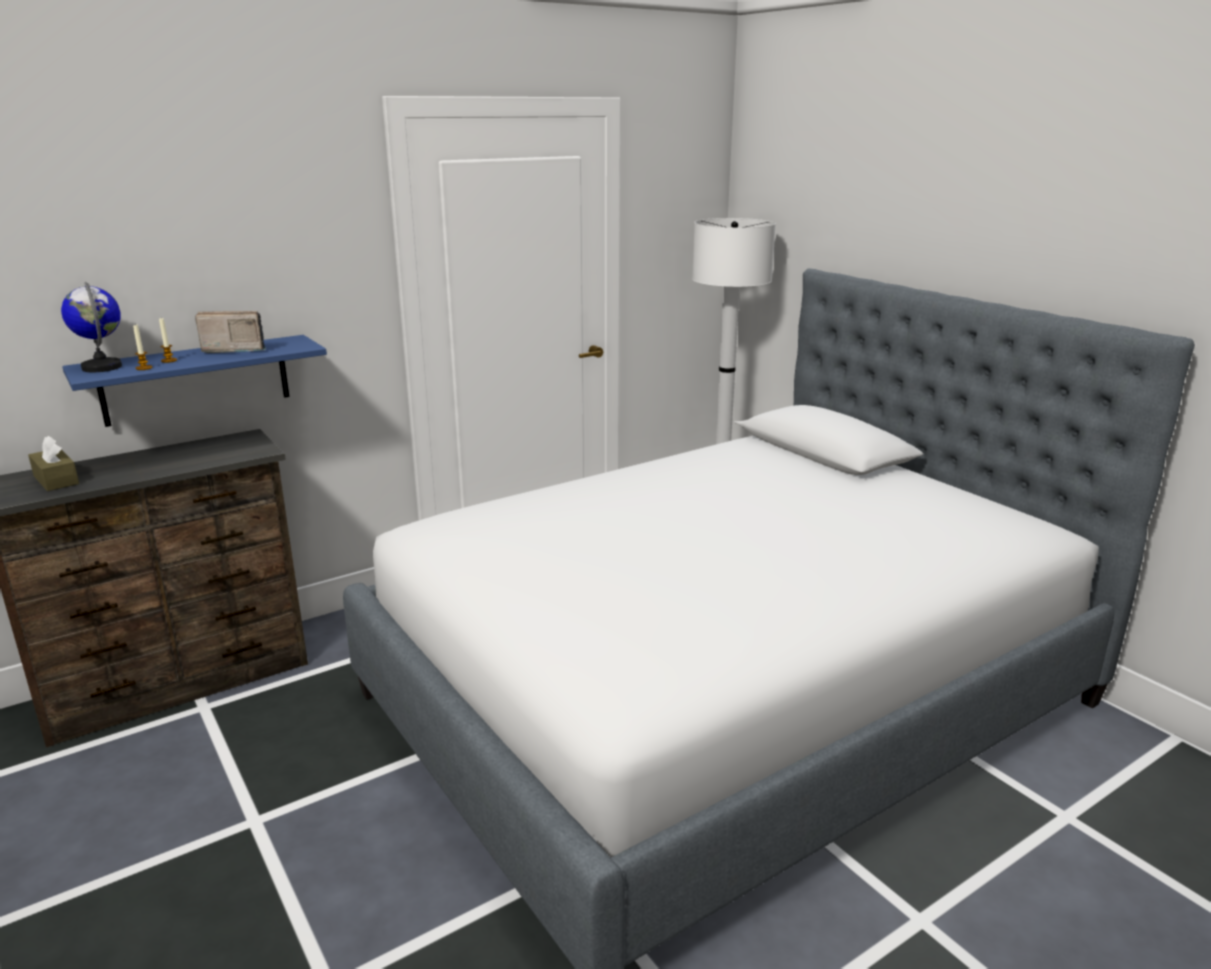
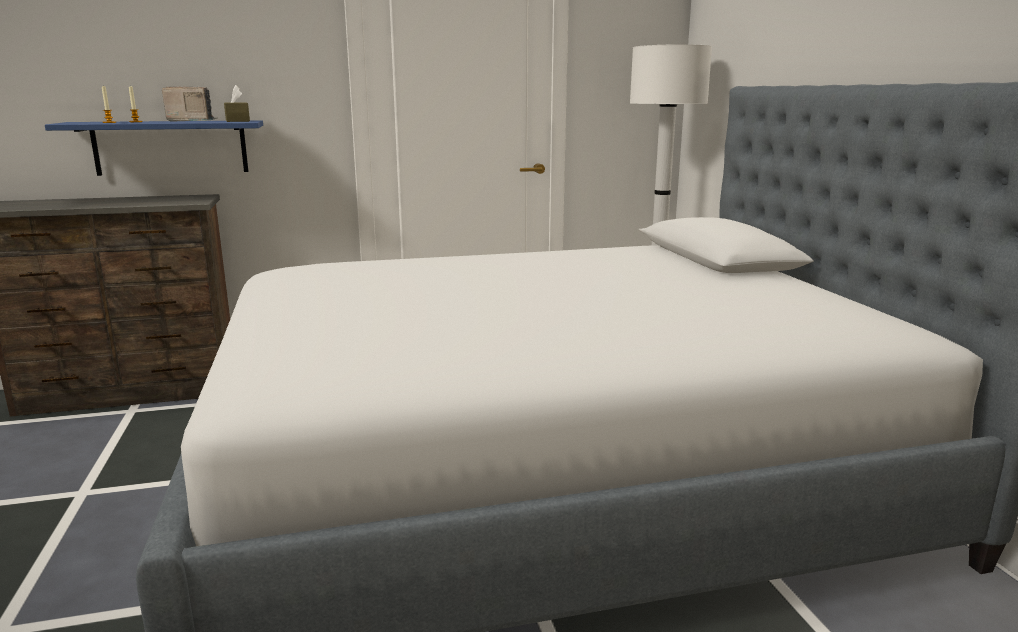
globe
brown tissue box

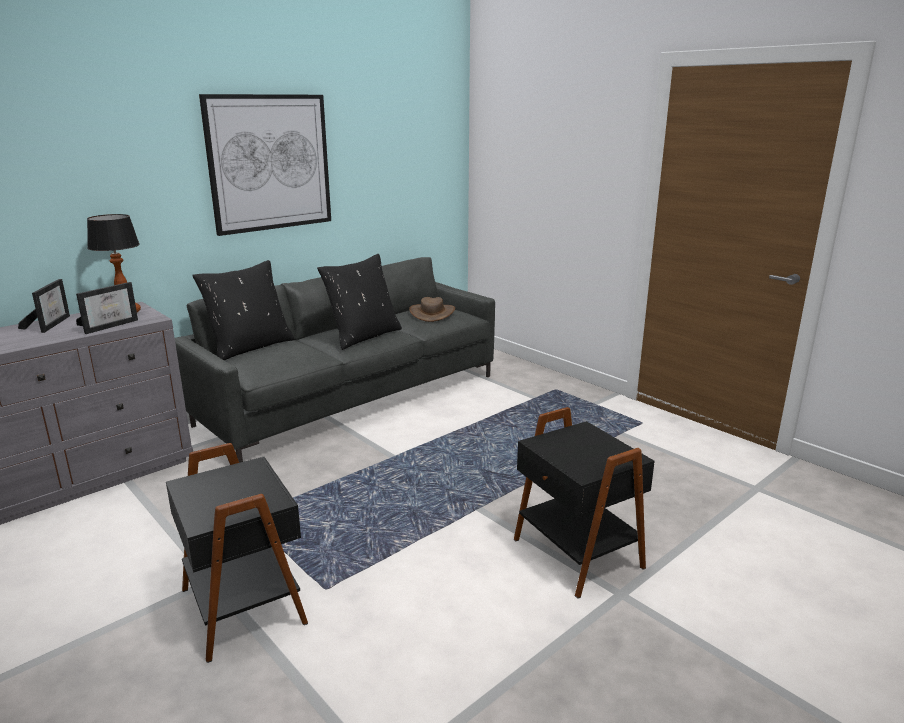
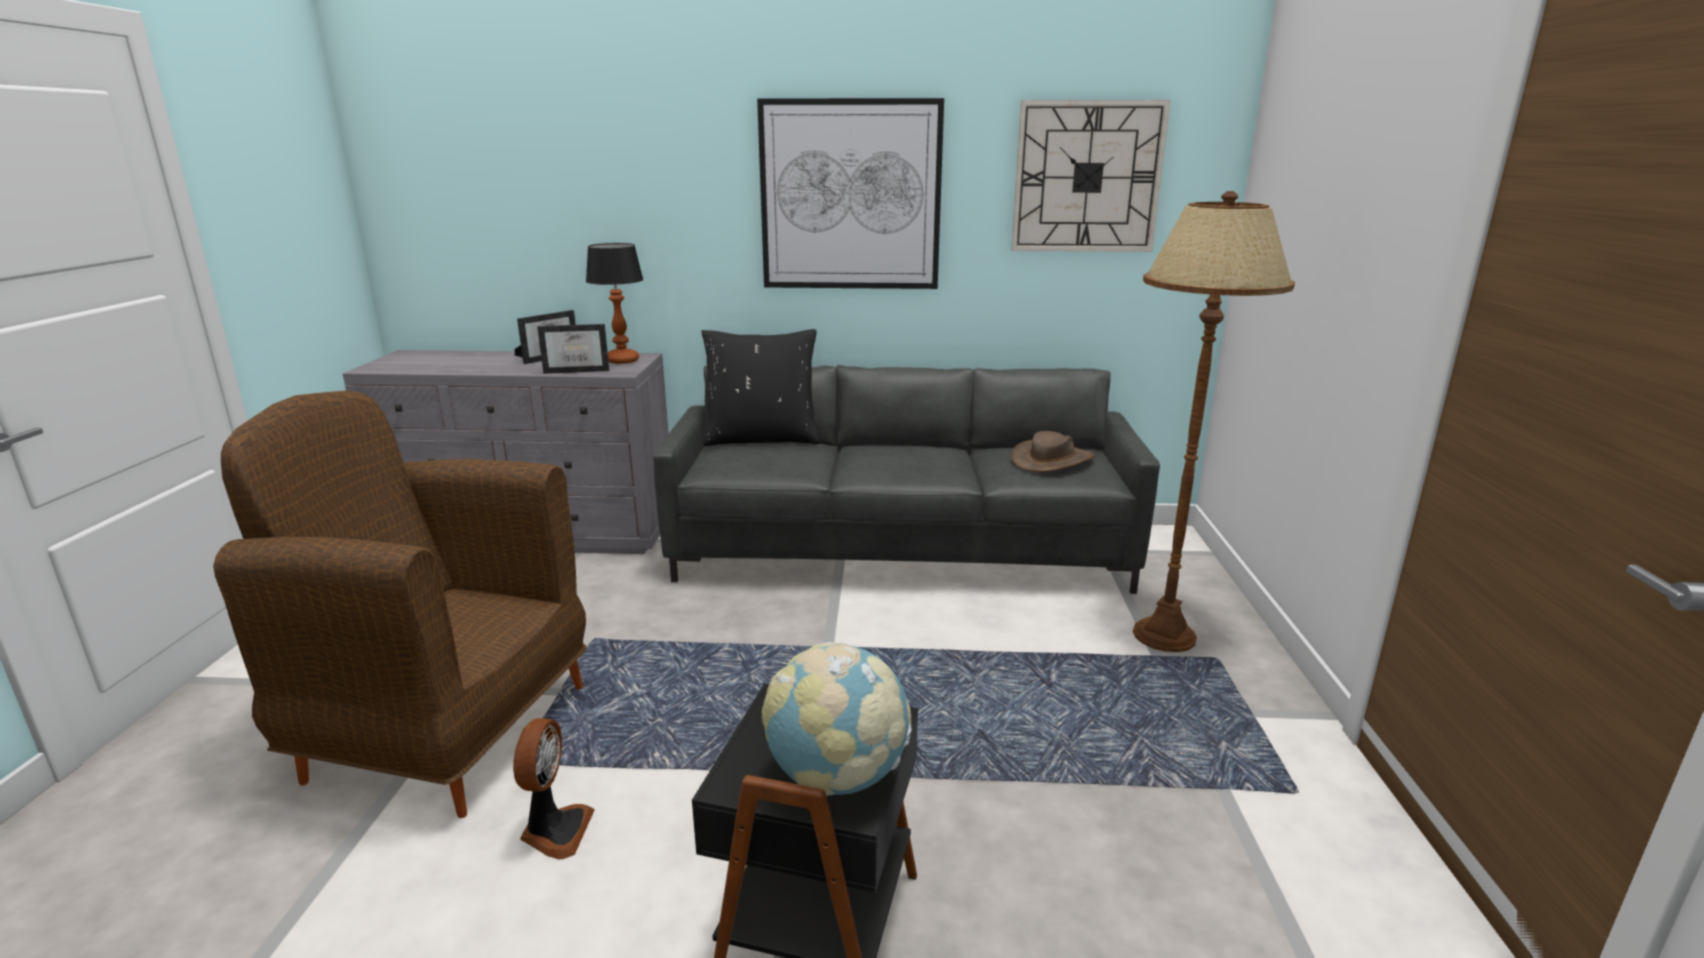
black pillow (no. 2 from left in the first image)
brown armchair
wall clock
brown floor lamp
globe
fan

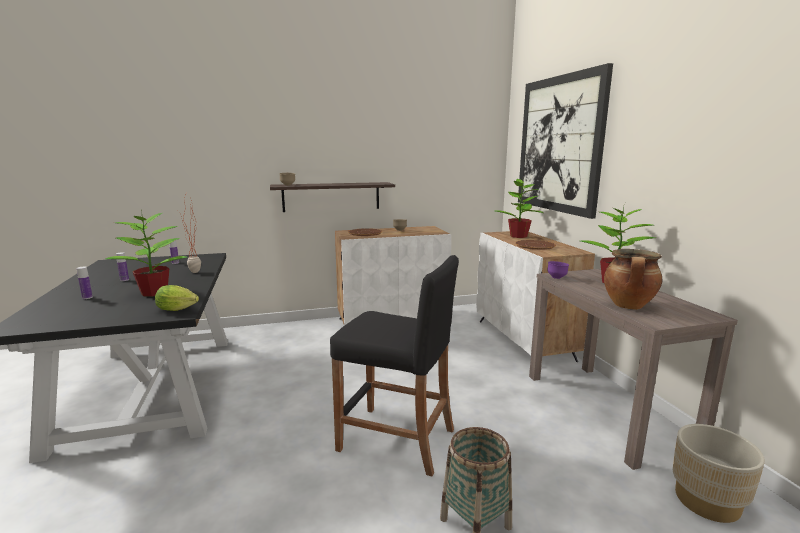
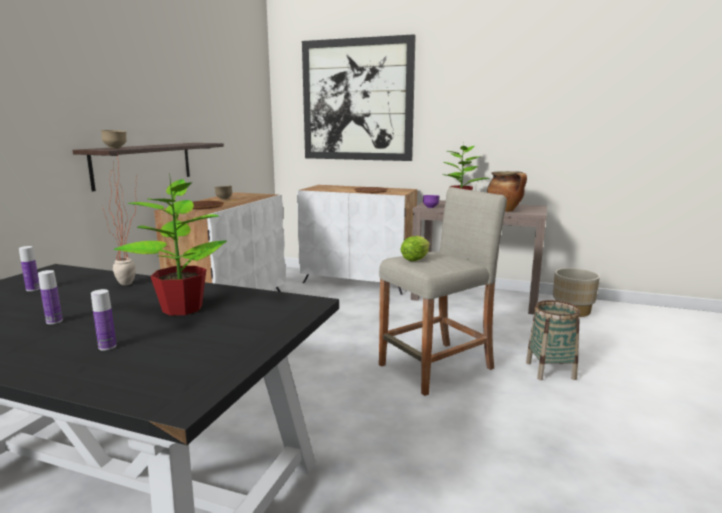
potted plant (no. 3 from left in the first image)
beige stool
lettuce

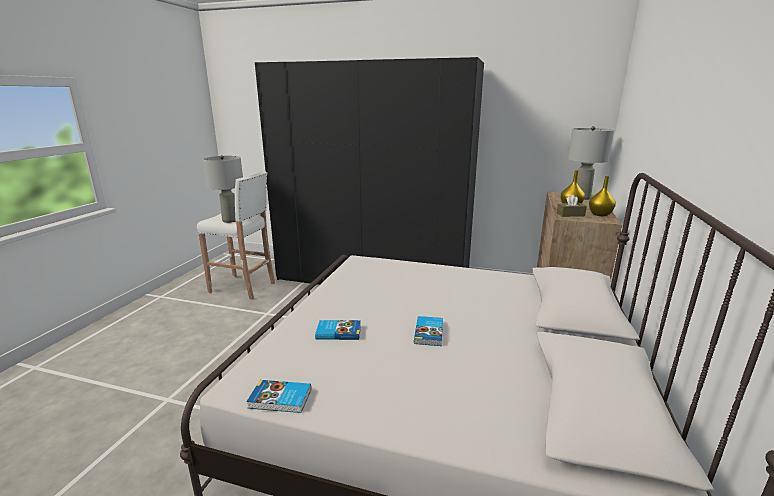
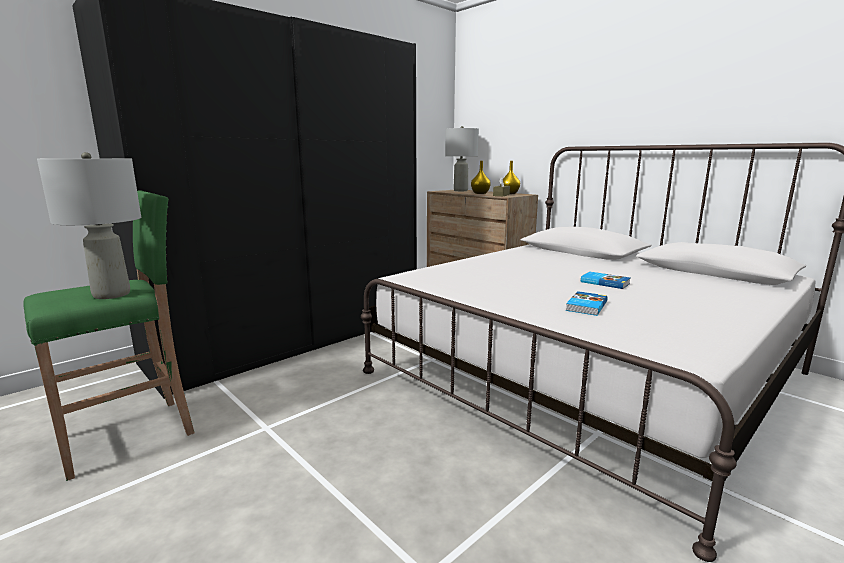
green stool
book (no. 1 from left in the first image)

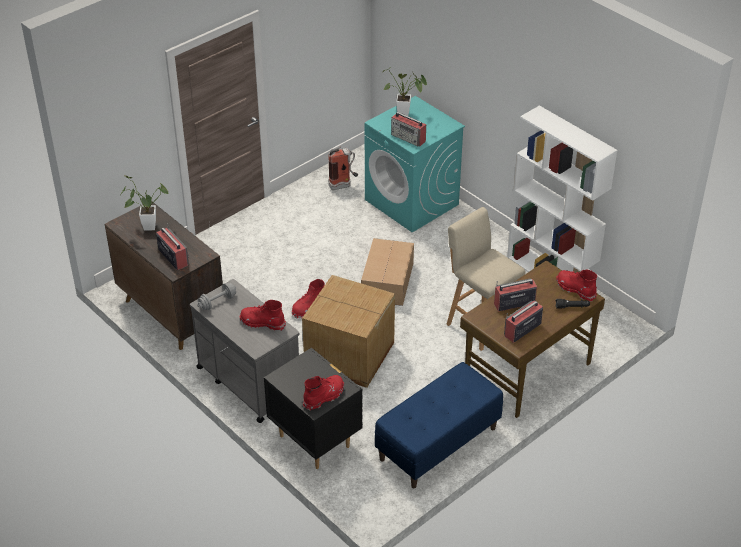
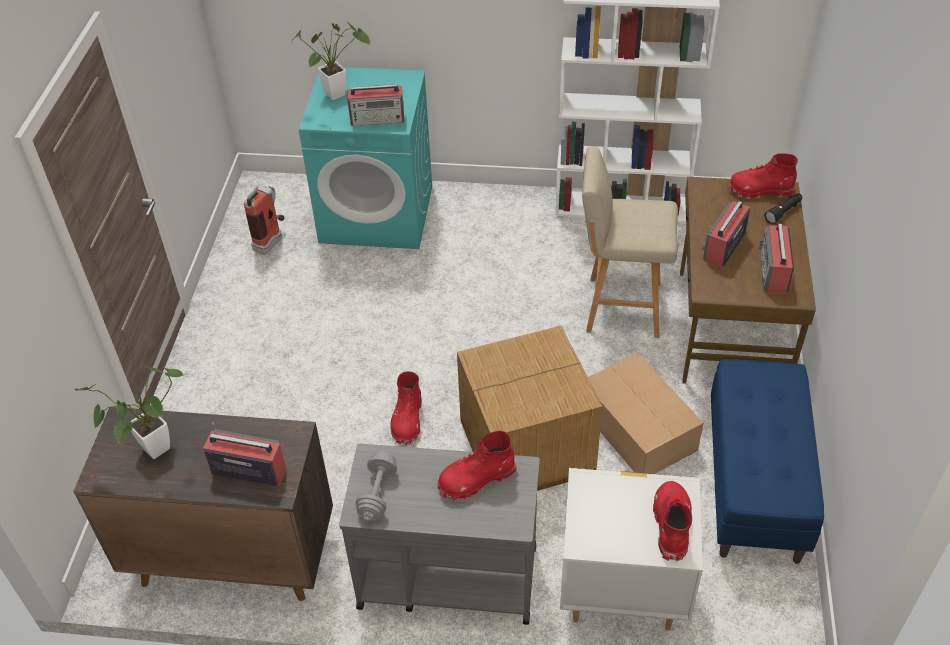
cardboard box (no. 2 from left)
white nightstand

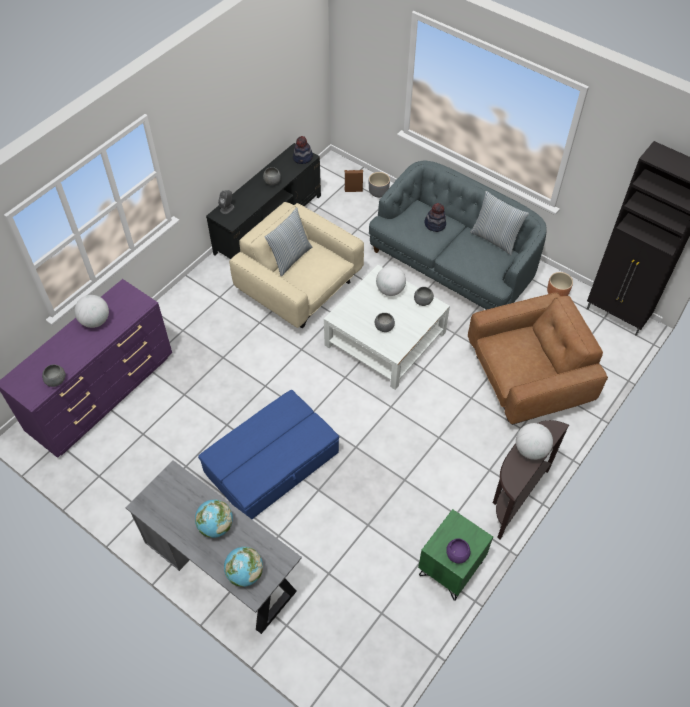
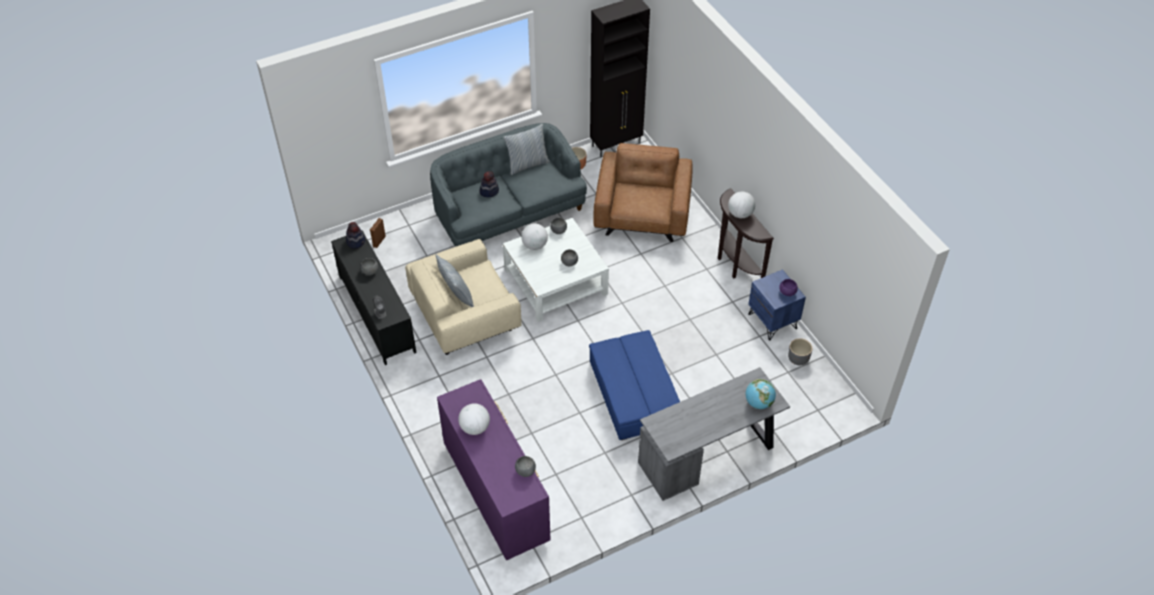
grey planter
globe (no. 2 from left in the first image)
blue nightstand

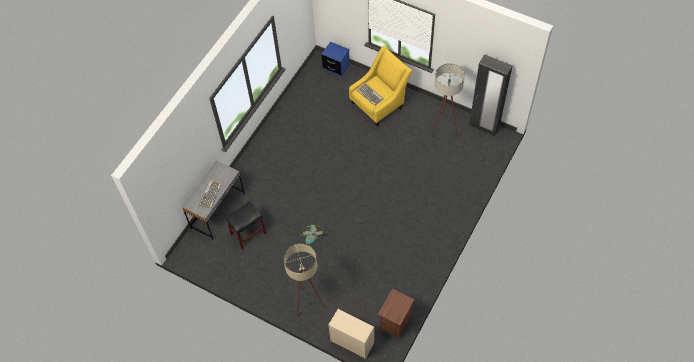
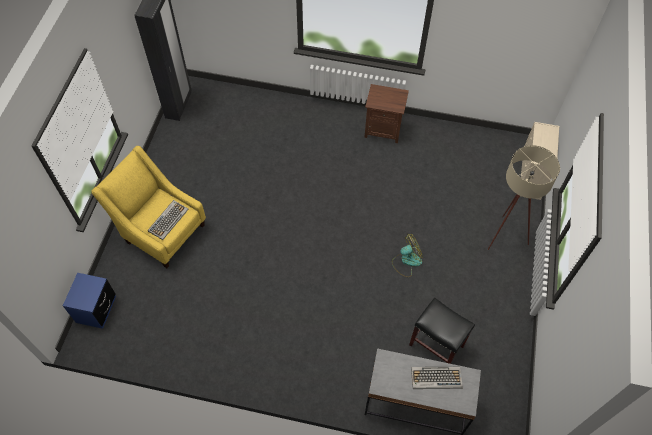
beige floor lamp (no. 2 from left in the first image)
brown nightstand

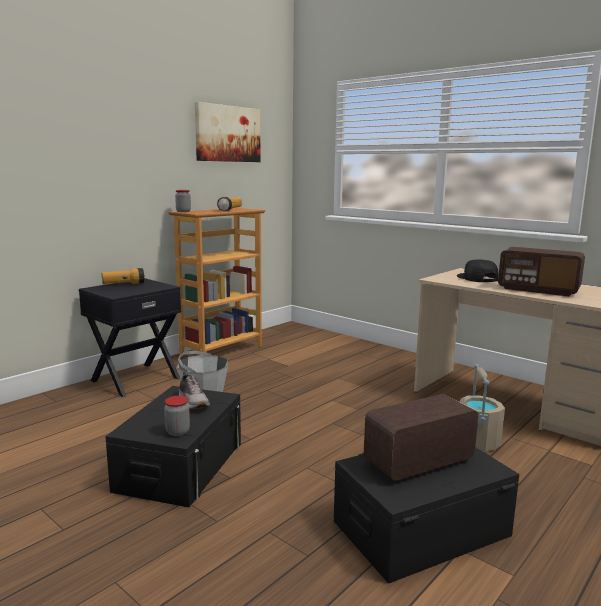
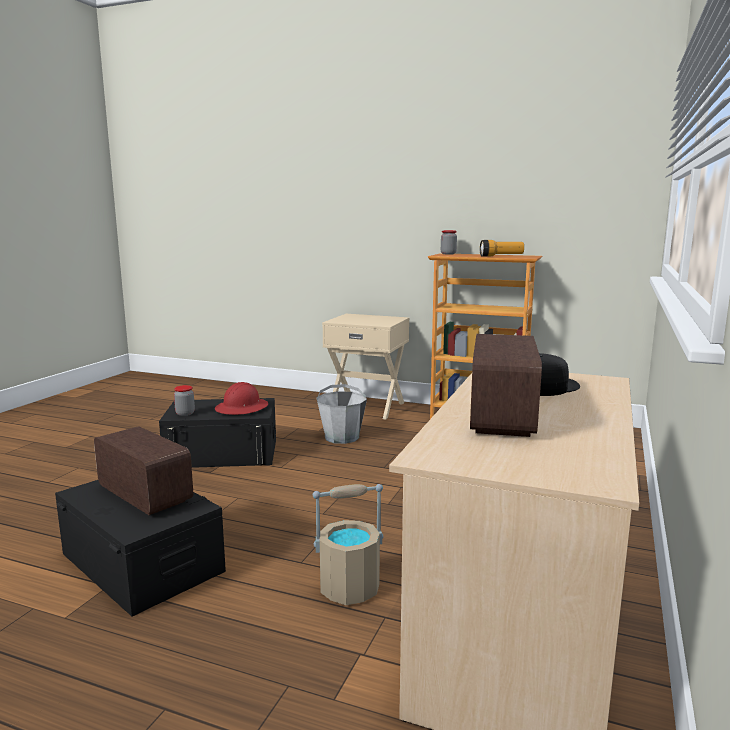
picture
flashlight (no. 1 from left in the first image)
beige nightstand
red hard hat

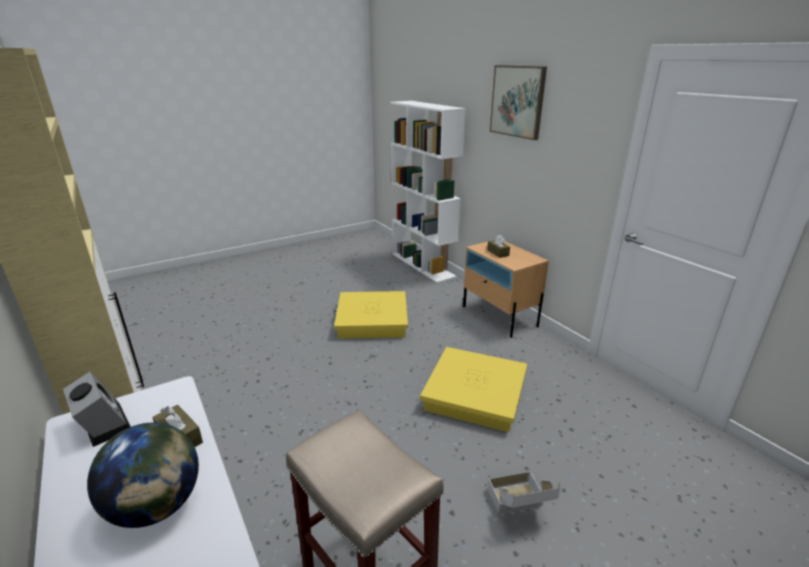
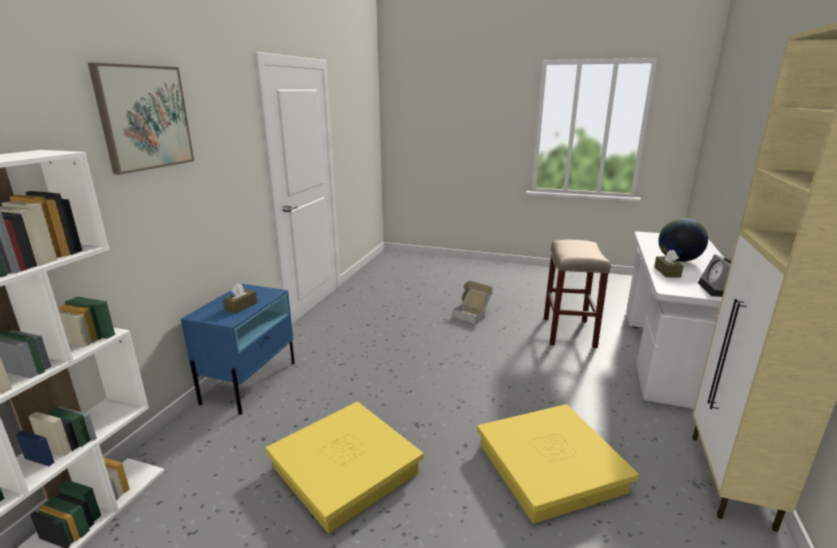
blue nightstand
yellow storage box (no. 2 from left)

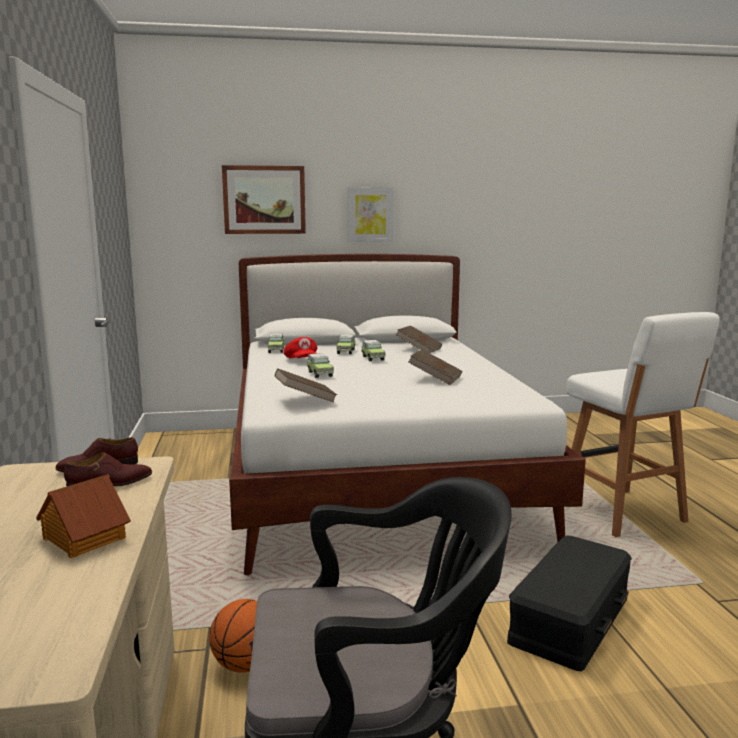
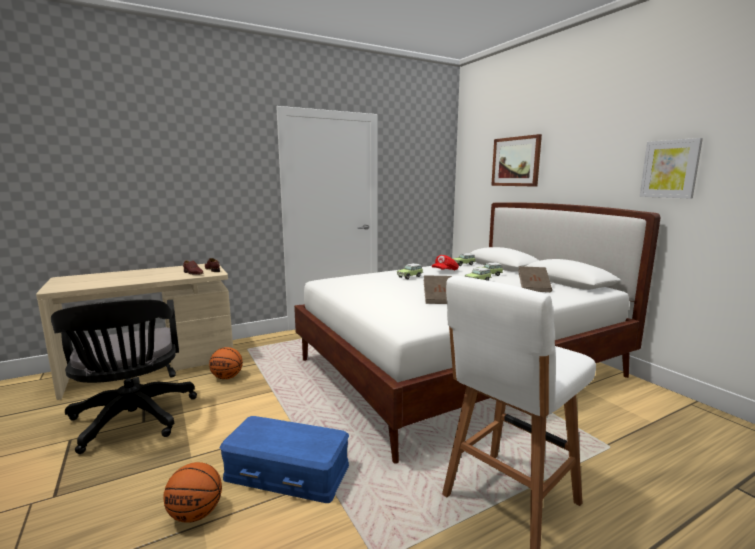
picture (no. 2 from left)
brown book (no. 1 from left in the first image)
toy house
blue storage box
basketball (no. 1 from left)

